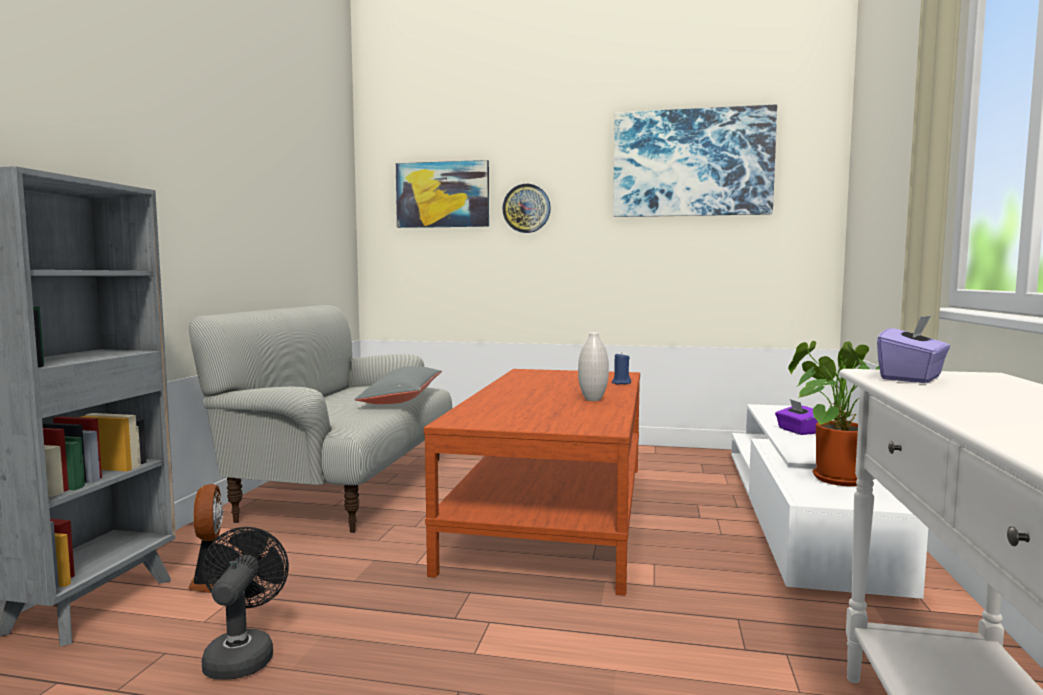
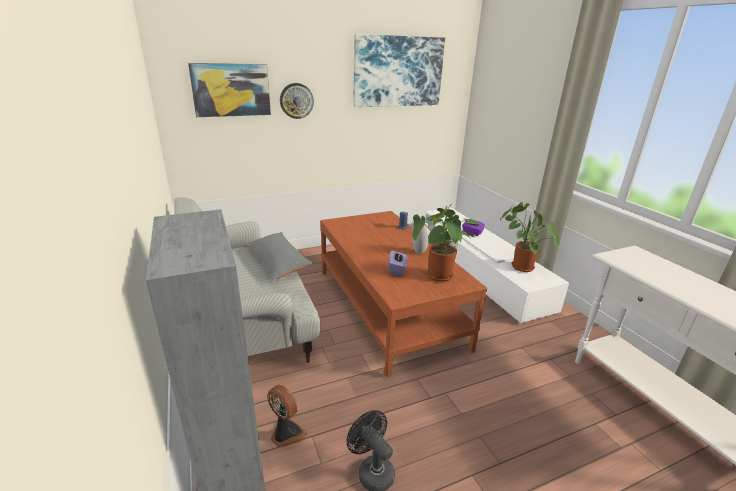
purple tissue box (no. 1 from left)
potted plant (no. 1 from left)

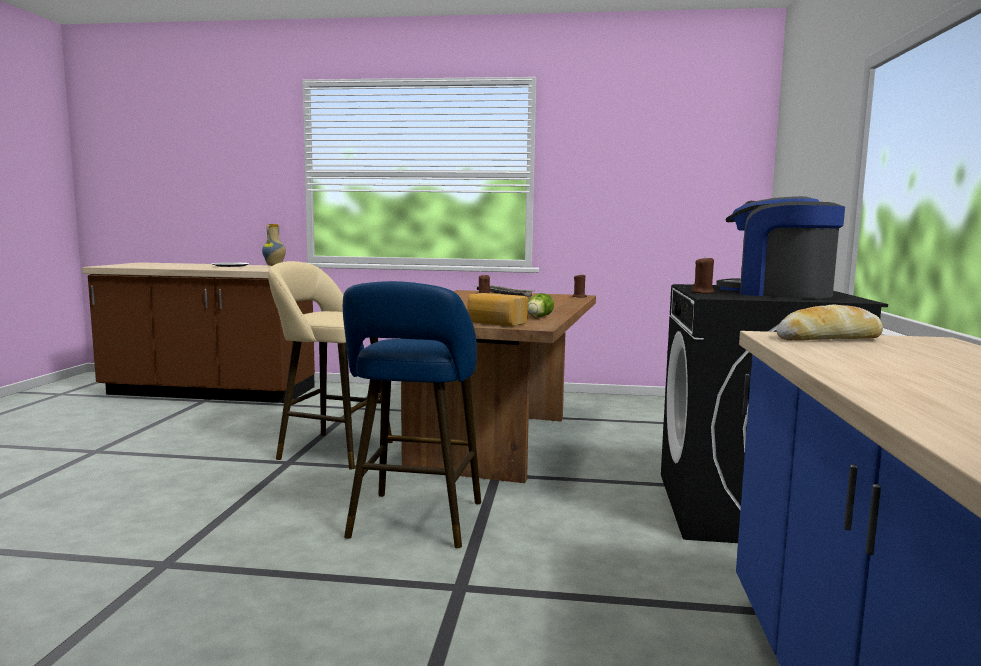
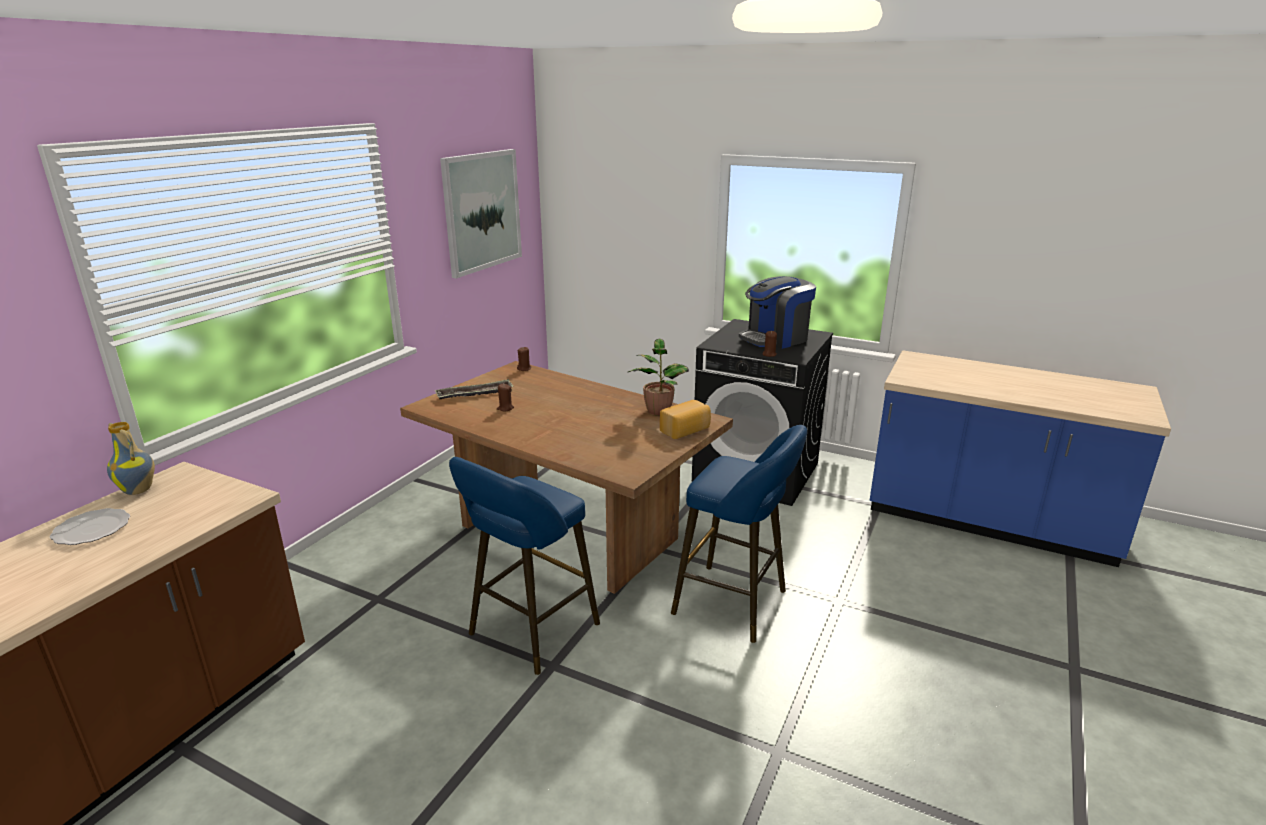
blue stool (no. 1 from left)
potted plant
bread (no. 2 from left in the first image)
picture

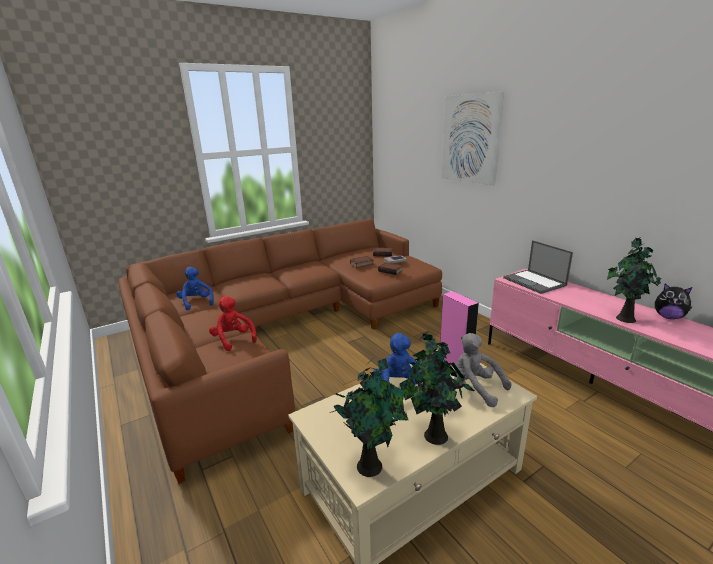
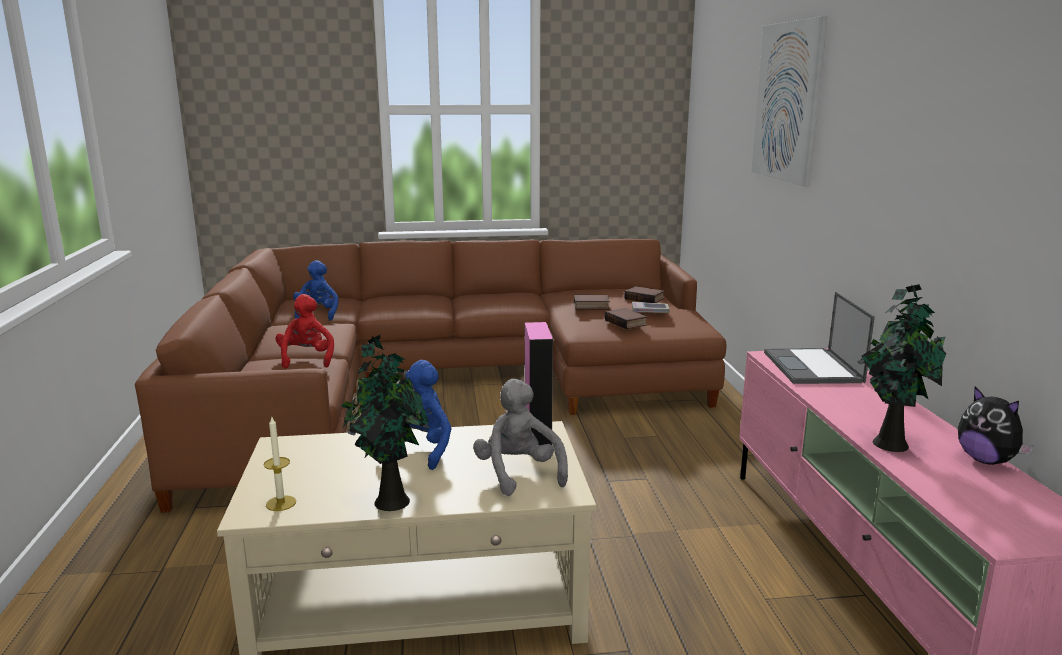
candle

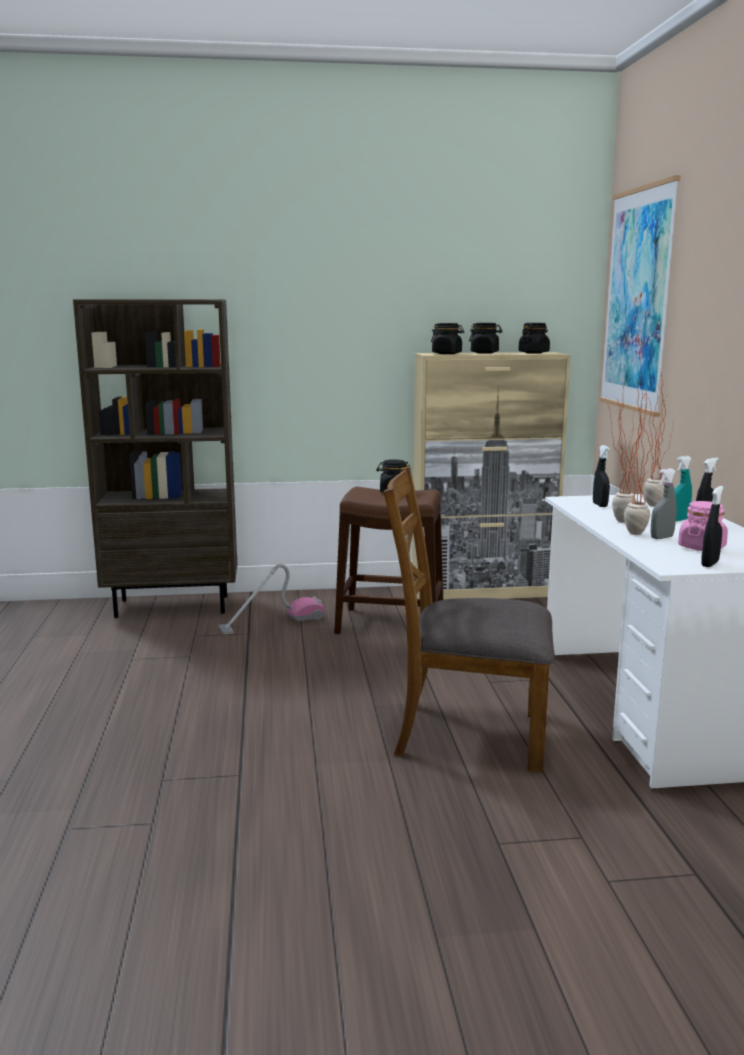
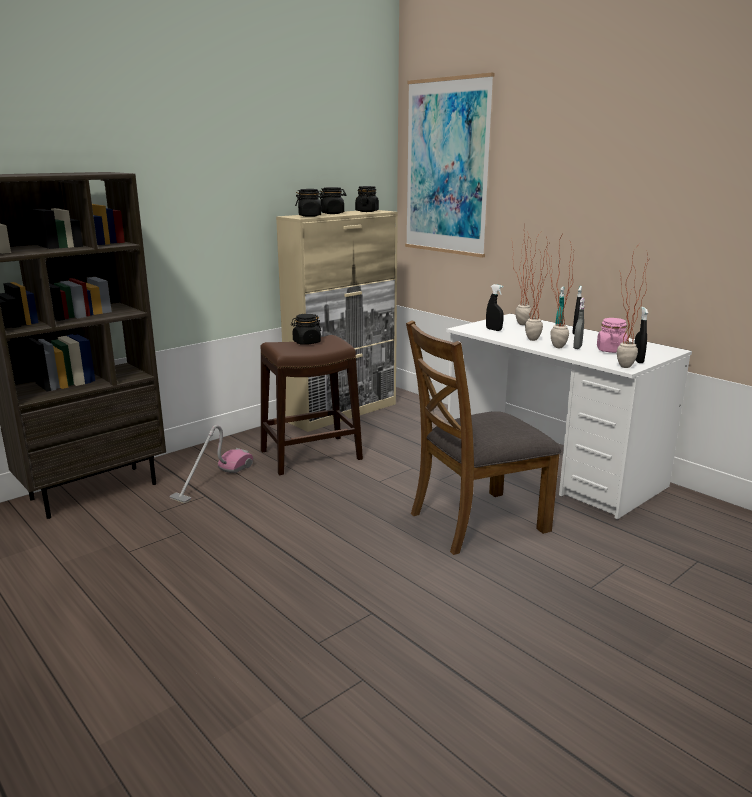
potted plant (no. 4 from left)

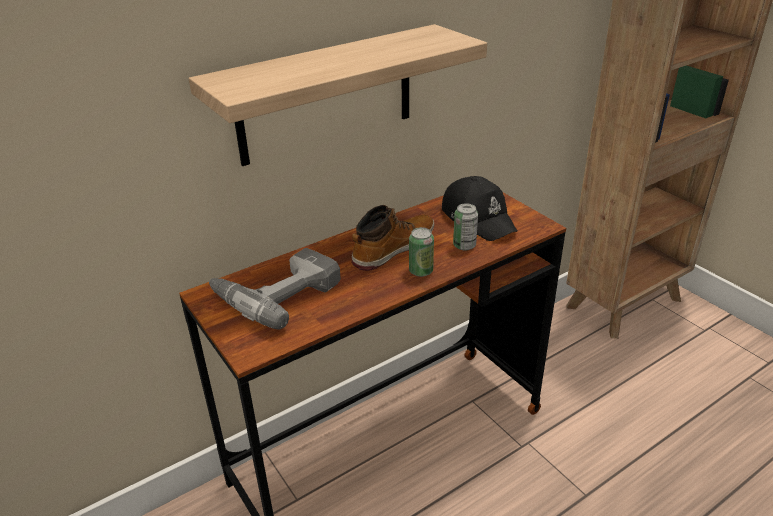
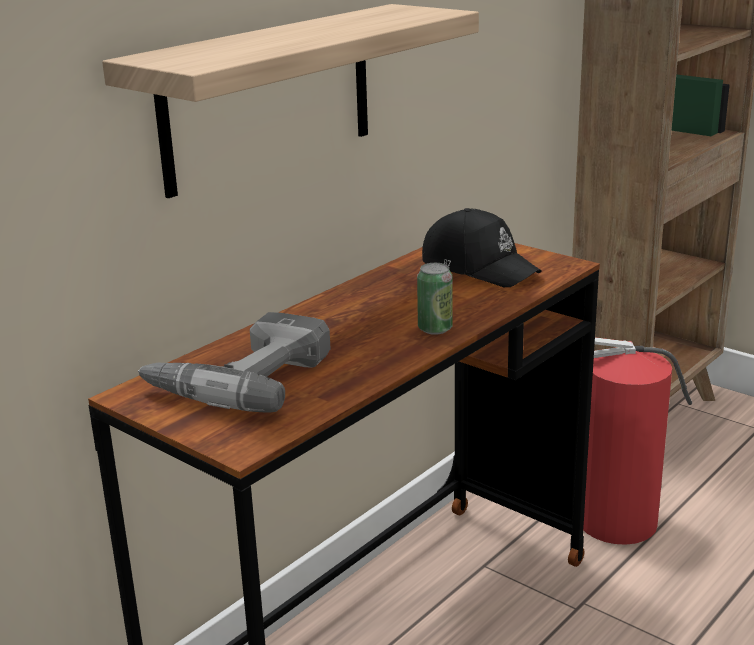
can (no. 2 from left in the first image)
boot
fire extinguisher

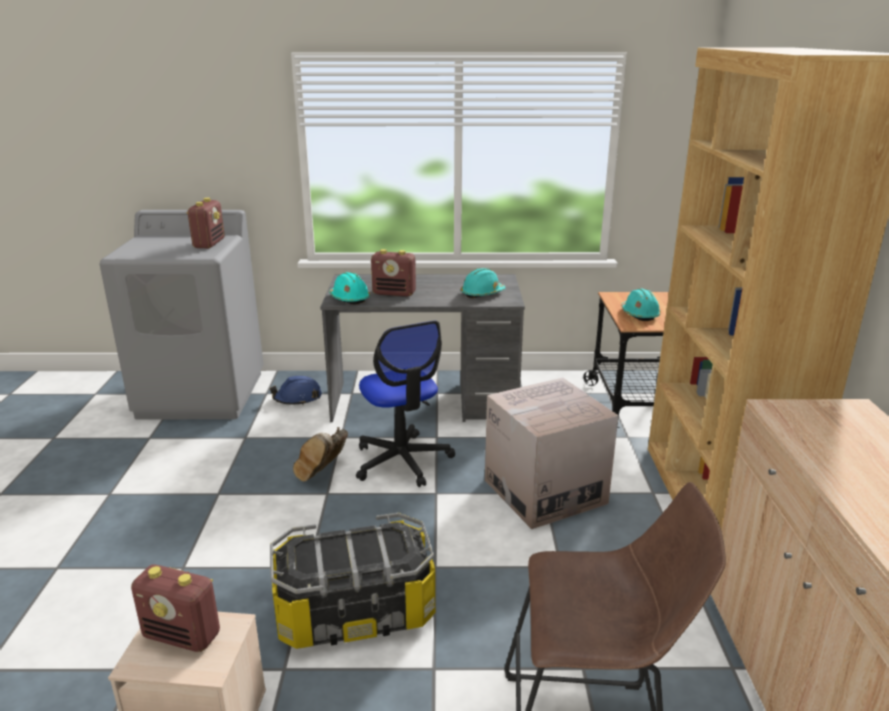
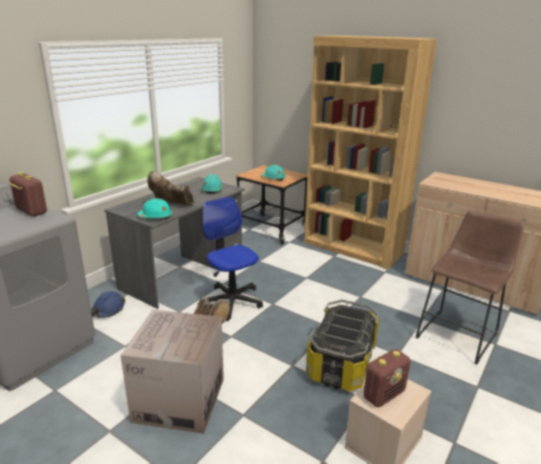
brown boot (no. 1 from left)
office chair
cardboard box

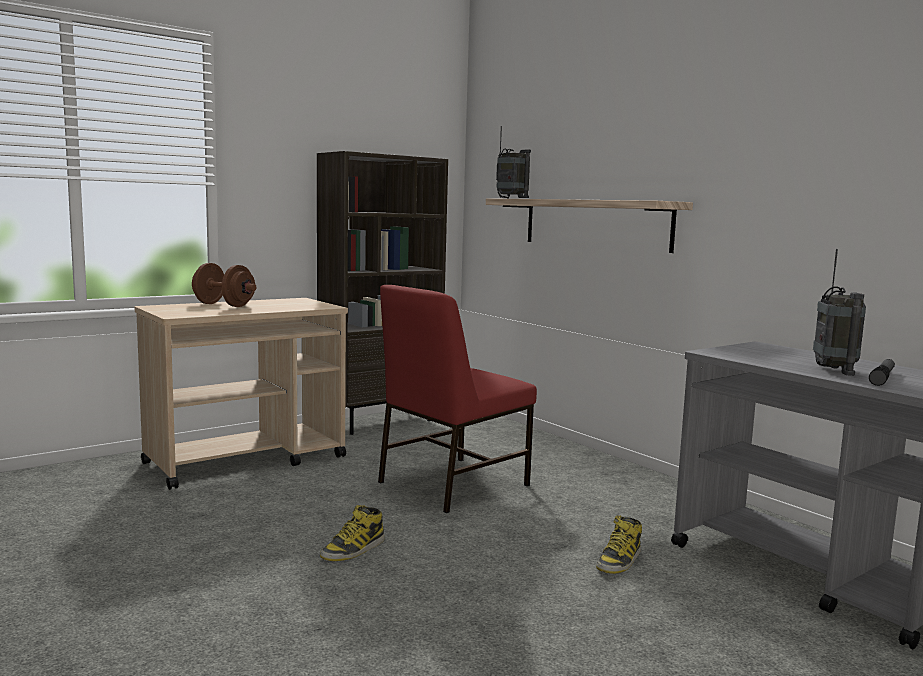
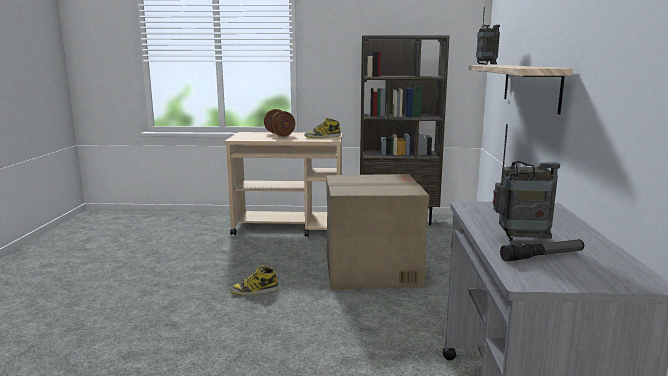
radio (no. 2 from left)
cardboard box
boot (no. 2 from left)

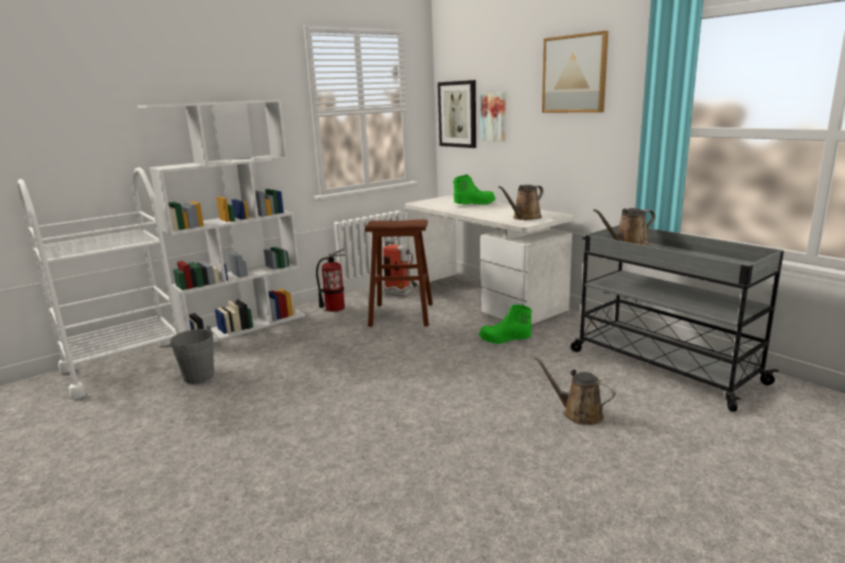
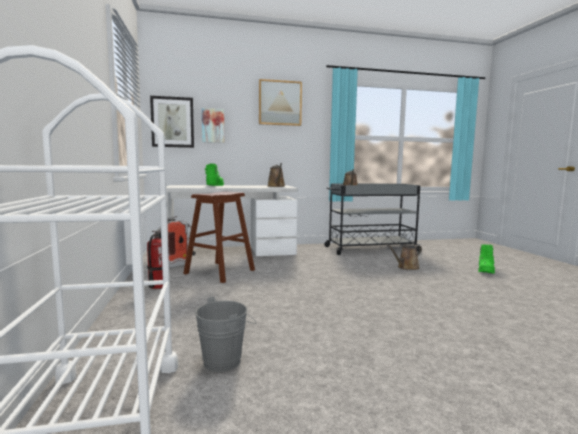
white bookcase
green boot (no. 2 from left)

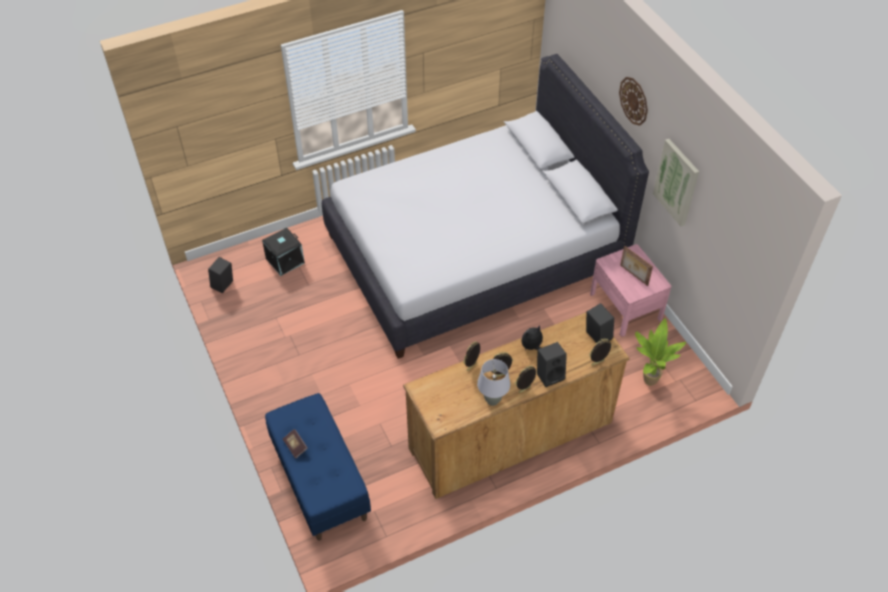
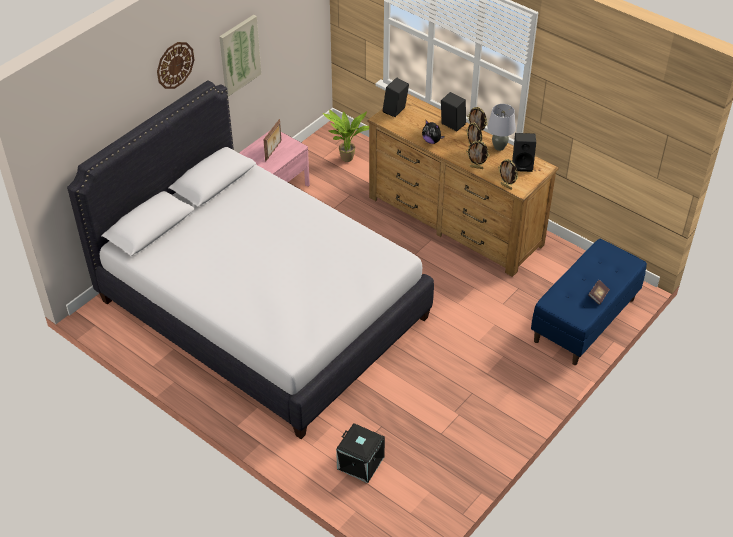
black speaker (no. 3 from left)
picture frame (no. 5 from left)

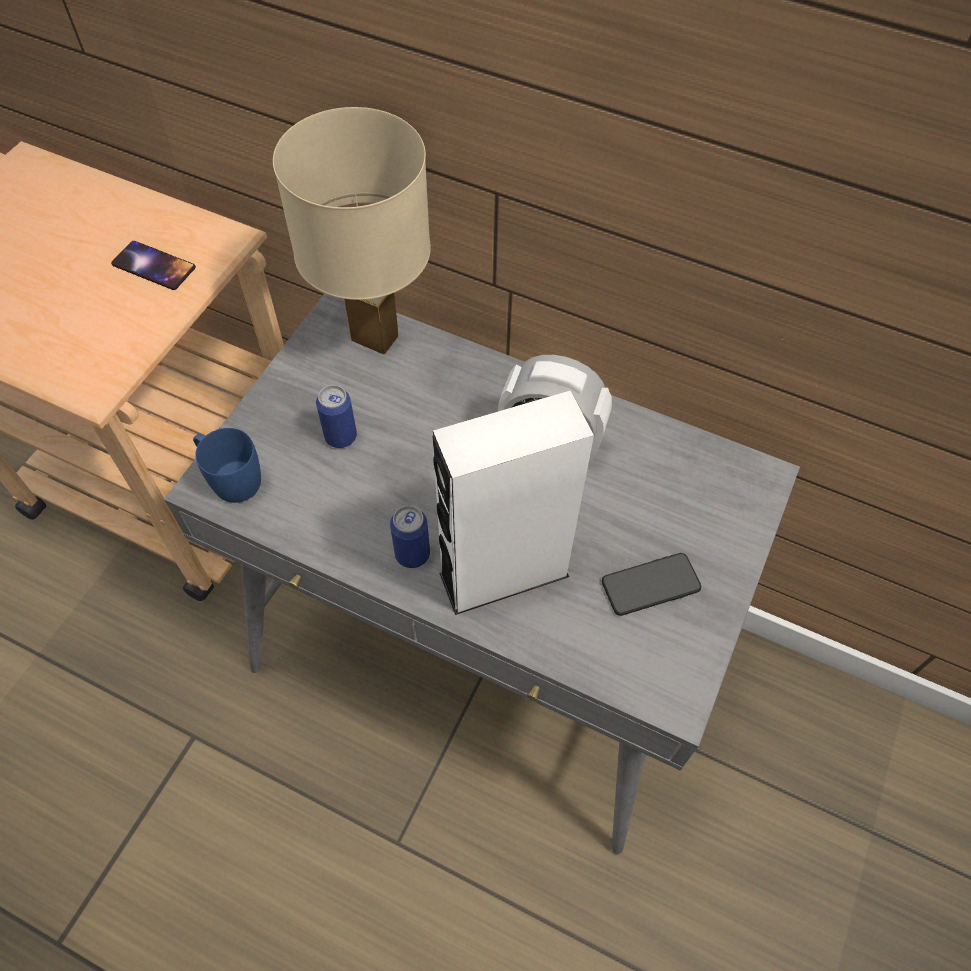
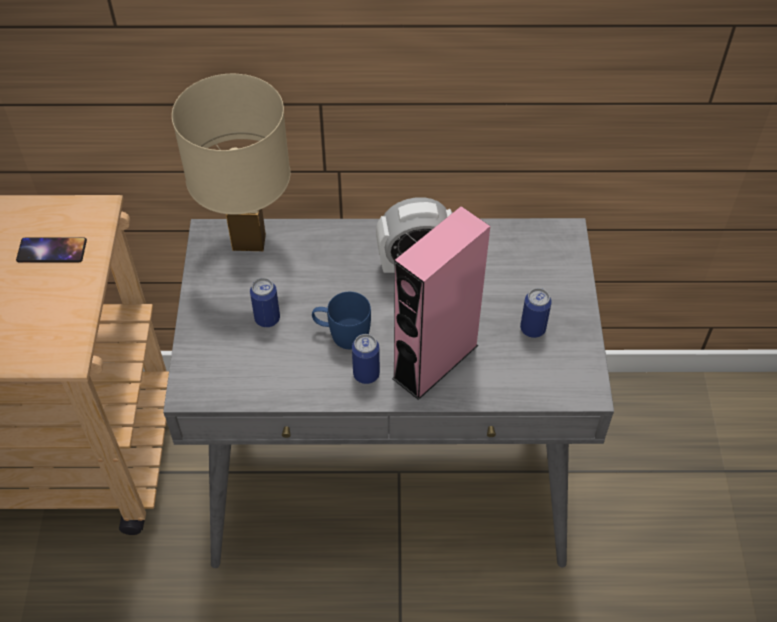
pink speaker
blue mug
can (no. 3 from left)

